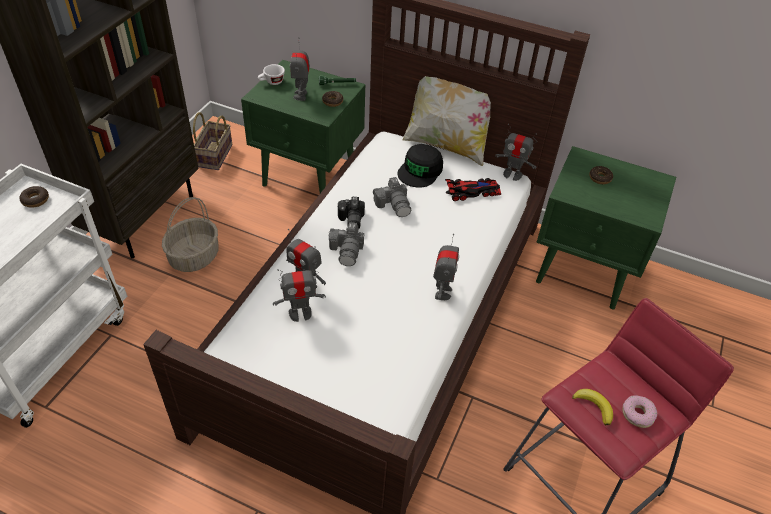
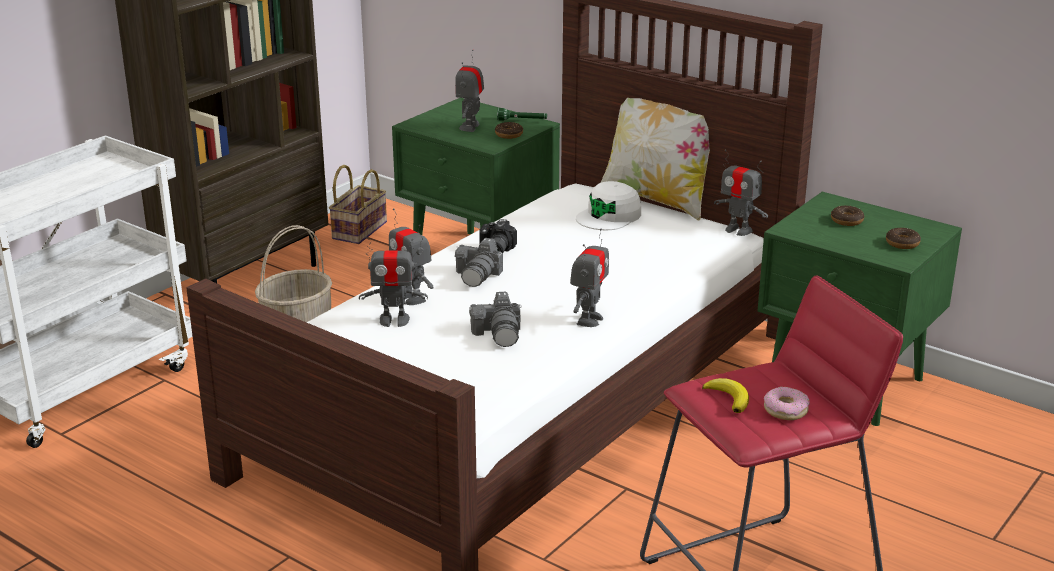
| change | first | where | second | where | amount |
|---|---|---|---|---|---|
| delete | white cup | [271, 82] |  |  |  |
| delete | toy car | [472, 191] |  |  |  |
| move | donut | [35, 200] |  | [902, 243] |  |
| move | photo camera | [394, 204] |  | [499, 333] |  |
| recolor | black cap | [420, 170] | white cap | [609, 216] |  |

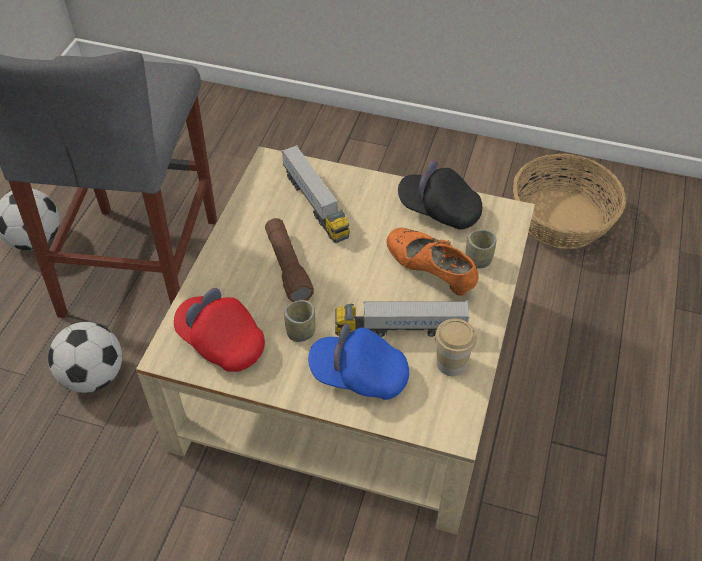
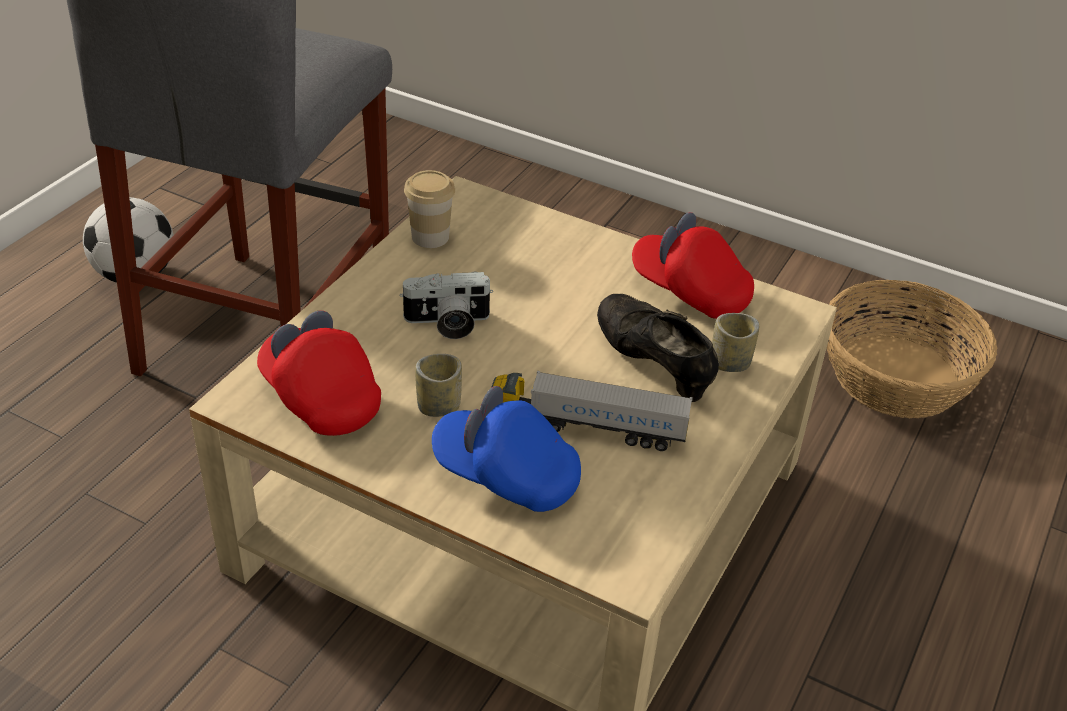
| change | first | where | second | where | amount |
|---|---|---|---|---|---|
| delete | football | [93, 376] |  |  |  |
| delete | toy truck | [315, 204] |  |  |  |
| move | cup | [451, 363] |  | [430, 237] |  |
| replace | brown flashlight | [288, 267] | photo camera | [447, 323] |  |
| recolor | orange shoe | [430, 273] | black shoe | [653, 366] |  |
| recolor | black cap | [438, 210] | red cap | [689, 291] |  |

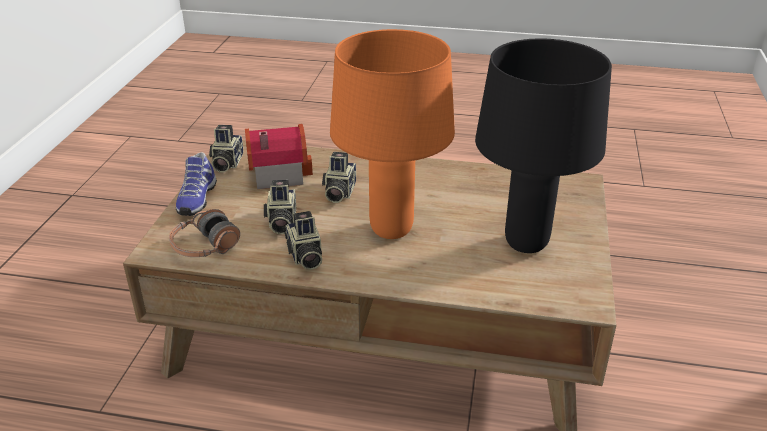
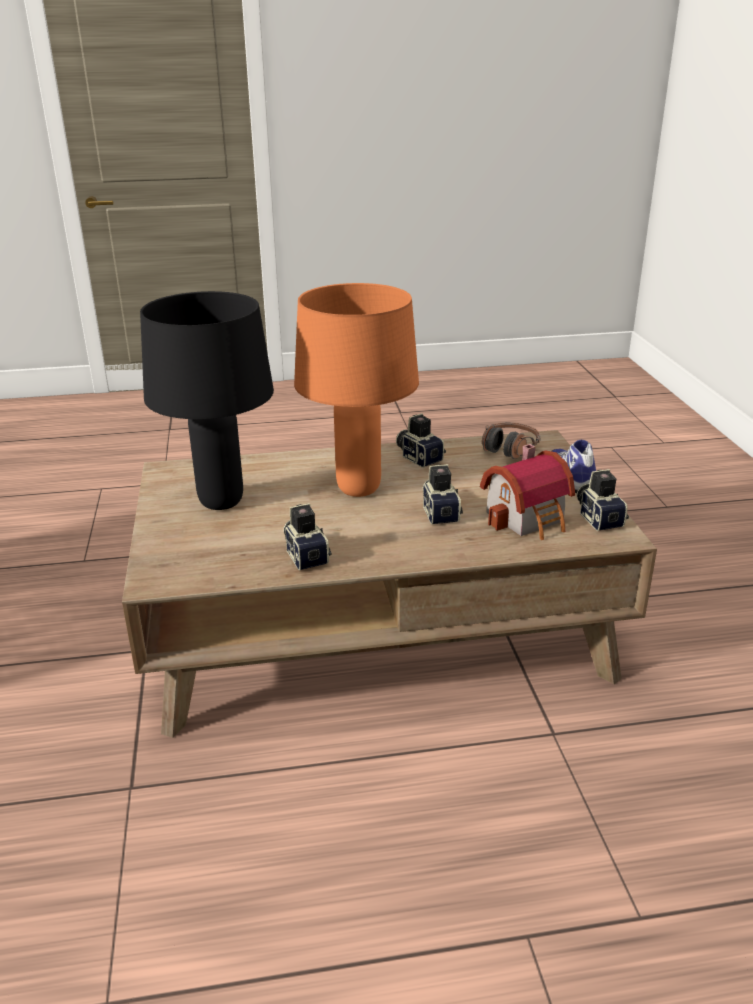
| change | first | where | second | where | amount |
|---|---|---|---|---|---|
| move | photo camera | [281, 222] |  | [306, 554] |  |

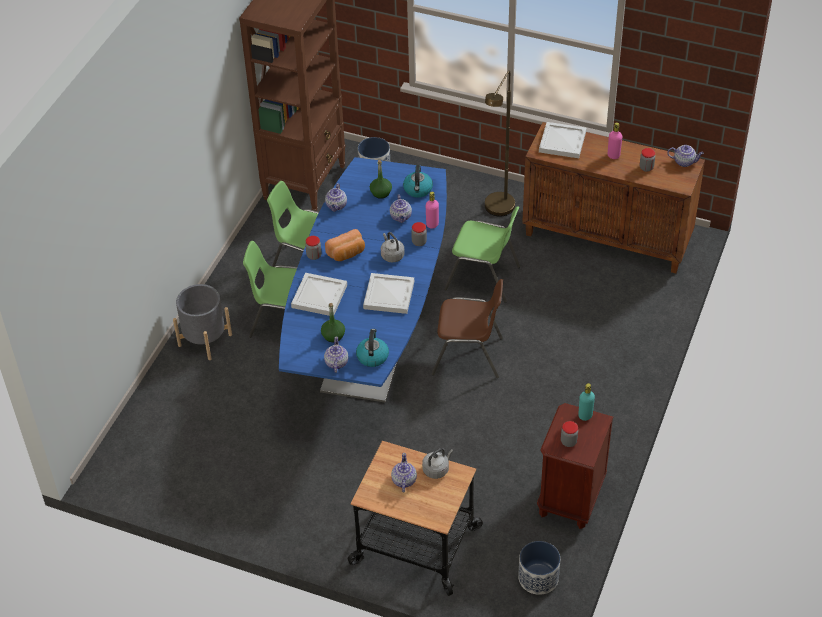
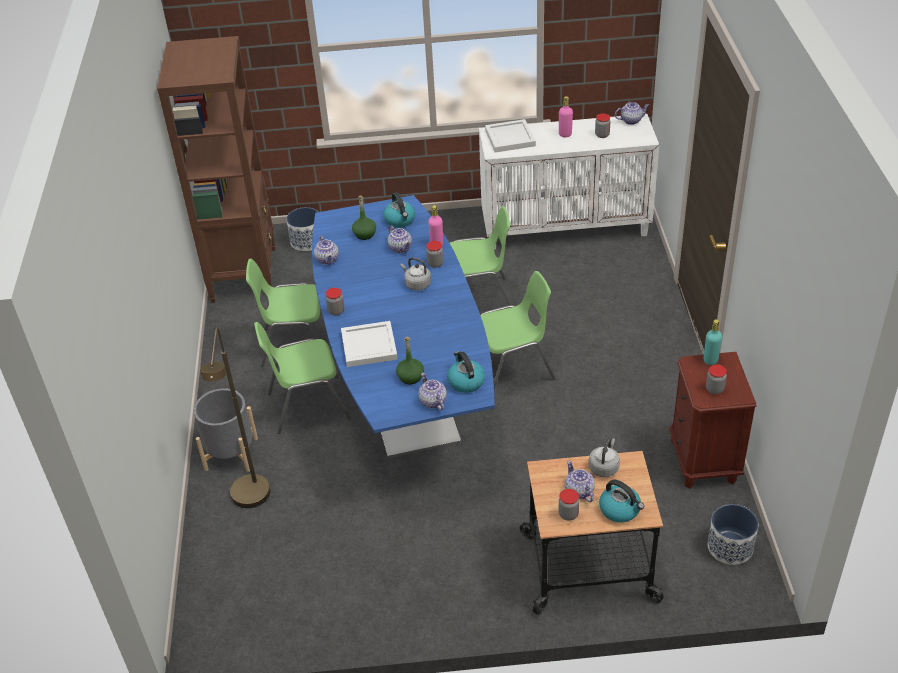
| change | first | where | second | where | amount |
|---|---|---|---|---|---|
| delete | bread | [347, 253] |  |  |  |
| delete | white tray | [388, 295] |  |  |  |
| insert |  |  | jar | [568, 514] |  |
| insert |  |  | kettle | [620, 510] |  |
| move | brown floor lamp | [497, 212] |  | [251, 501] |  |
| recolor | brown chair | [468, 356] | green chair | [512, 370] |  |
| recolor | brown cabinet | [608, 238] | white cabinet | [566, 227] |  |

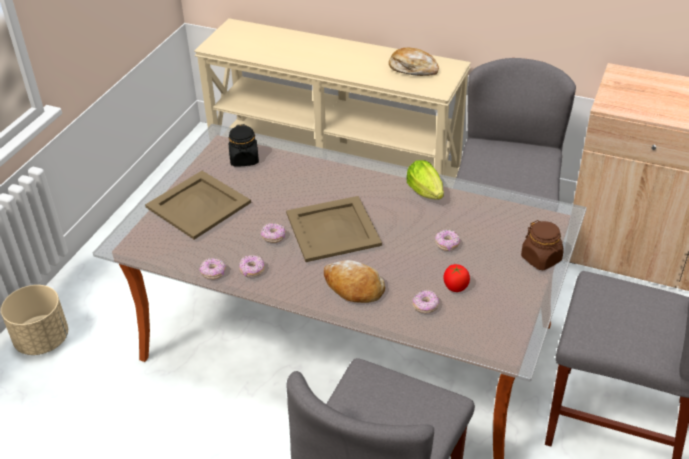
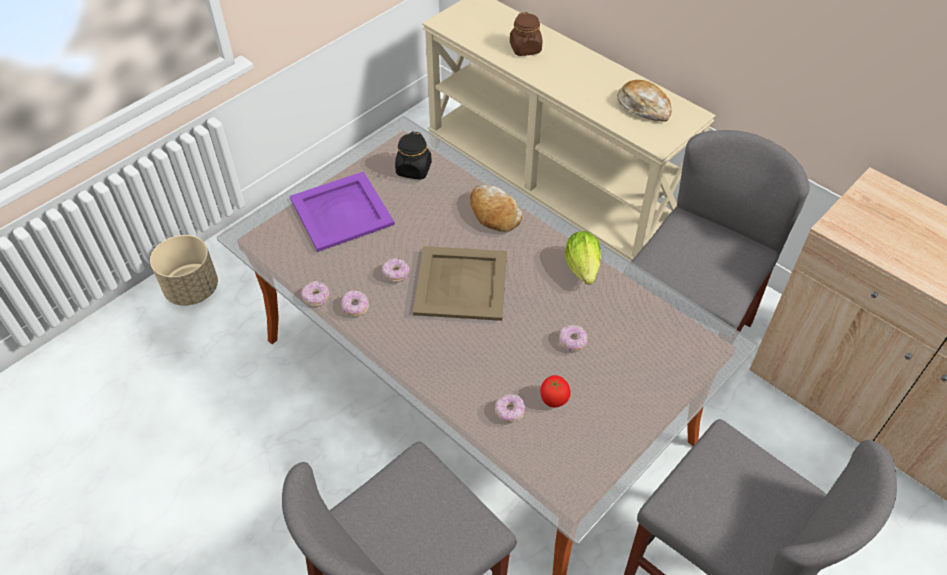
| change | first | where | second | where | amount |
|---|---|---|---|---|---|
| move | bread | [353, 288] |  | [494, 213] |  |
| move | brown jar | [541, 259] |  | [525, 48] |  |
| recolor | beige tray | [198, 205] | purple tray | [341, 212] |  |

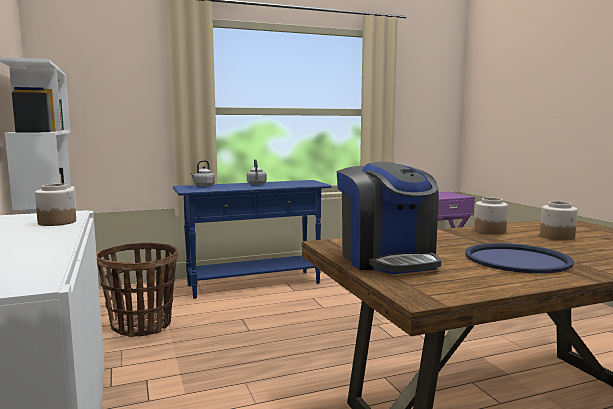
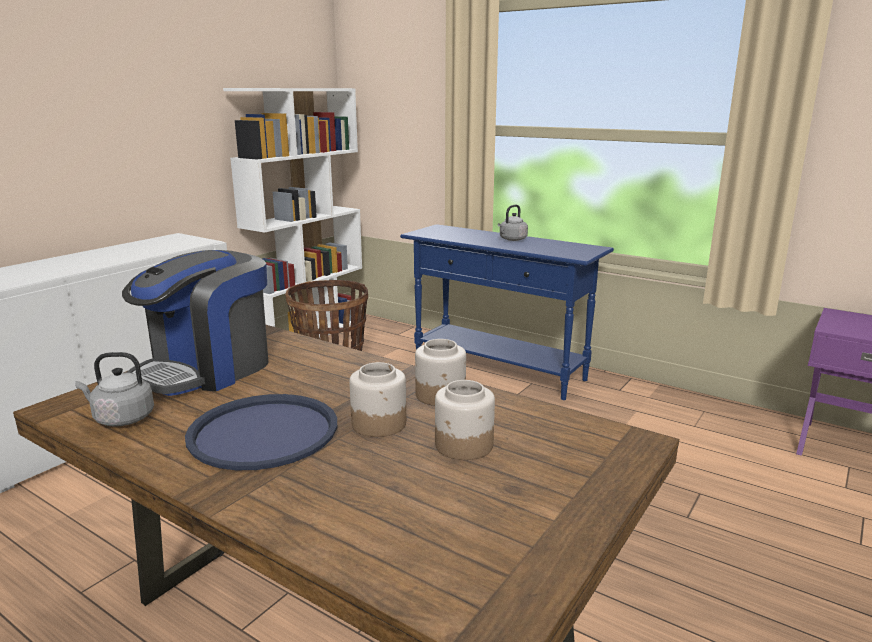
| change | first | where | second | where | amount |
|---|---|---|---|---|---|
| move | jar | [57, 222] |  | [379, 423] |  |
| move | grey kettle | [203, 186] |  | [121, 418] |  |

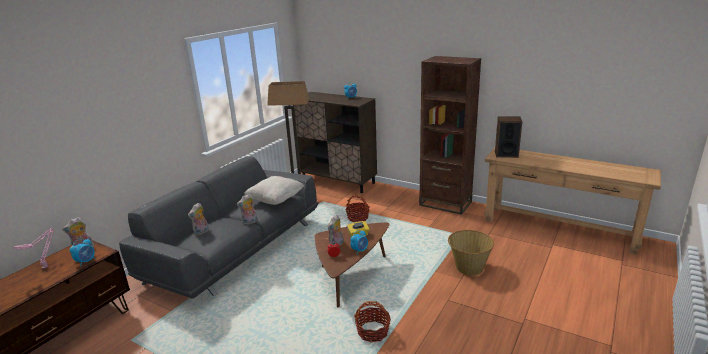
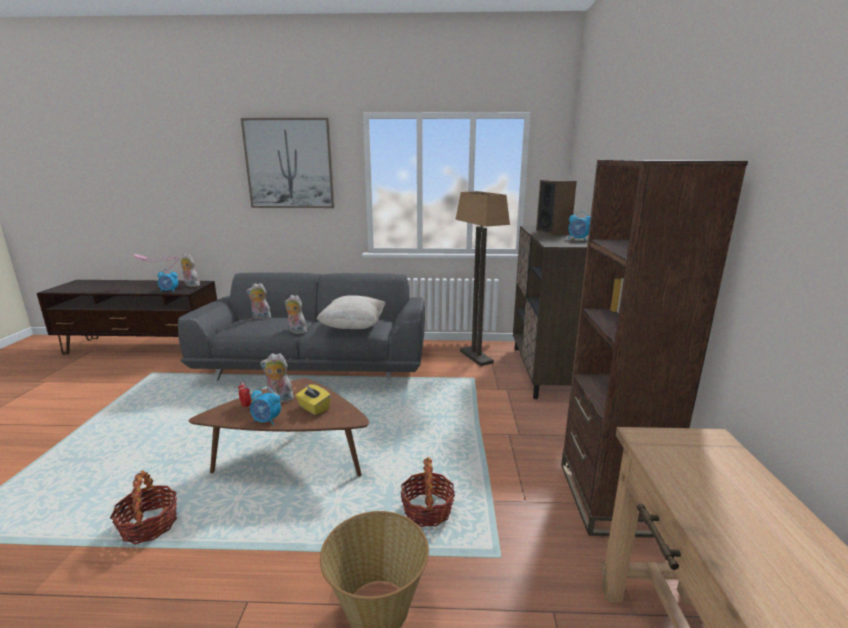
| change | first | where | second | where | amount |
|---|---|---|---|---|---|
| insert |  |  | picture | [289, 164] |  |
| move | basket | [358, 218] |  | [427, 510] |  |
| move | speaker | [506, 154] |  | [553, 232] |  |

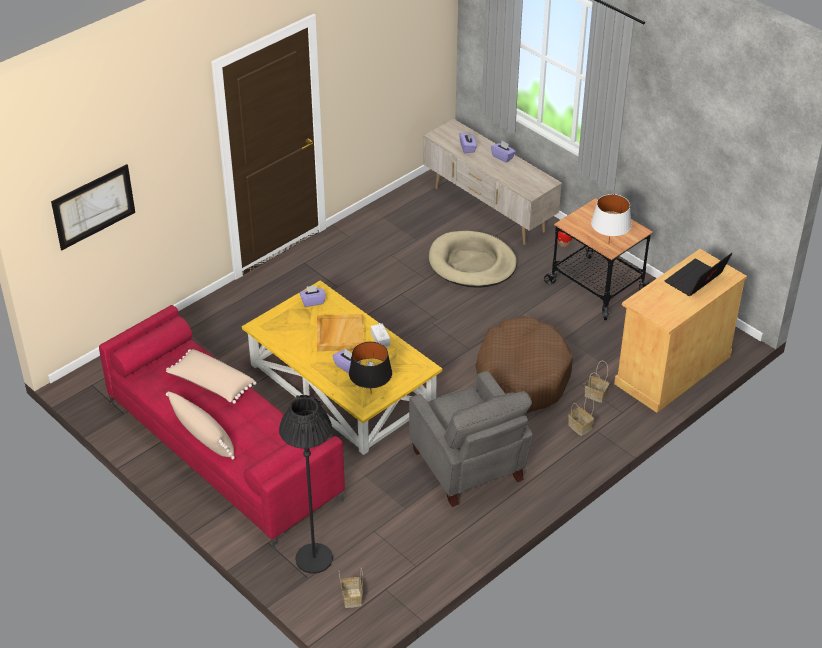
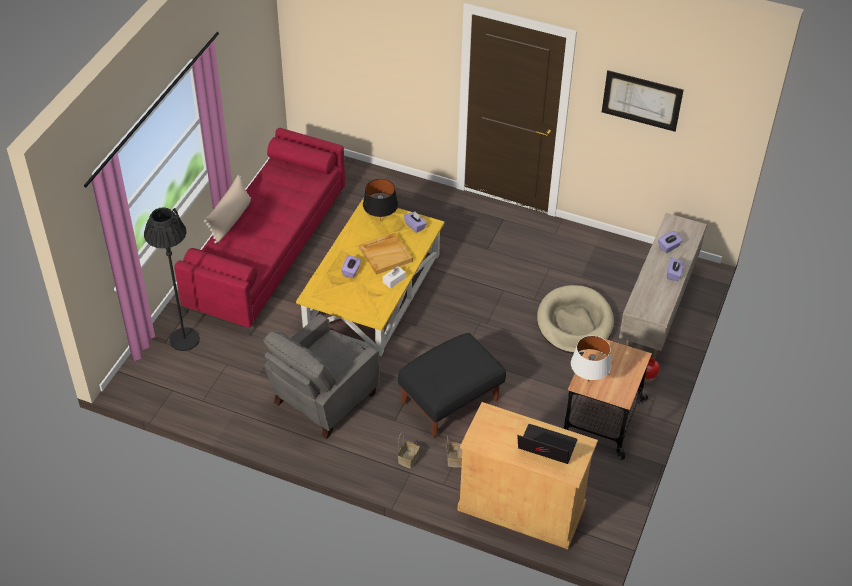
| change | first | where | second | where | amount |
|---|---|---|---|---|---|
| delete | beige pillow | [211, 384] |  |  |  |
| delete | basket | [351, 597] |  |  |  |
| move | picture | [93, 206] |  | [641, 100] |  |
| move | black table lamp | [370, 393] |  | [380, 221] |  |
| replace | brown dog bed | [522, 376] | black ottoman | [449, 401] |  |

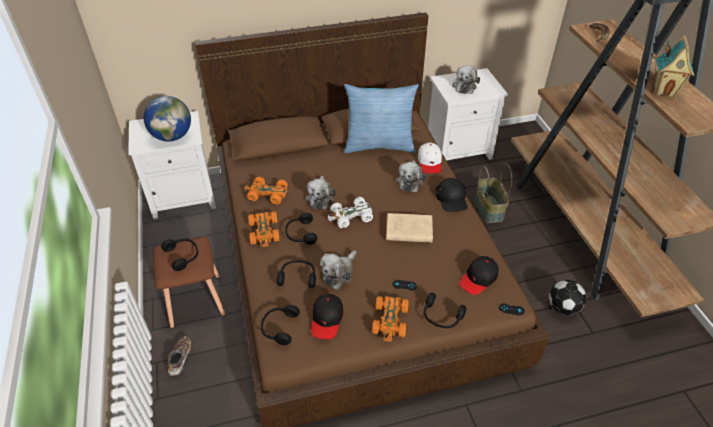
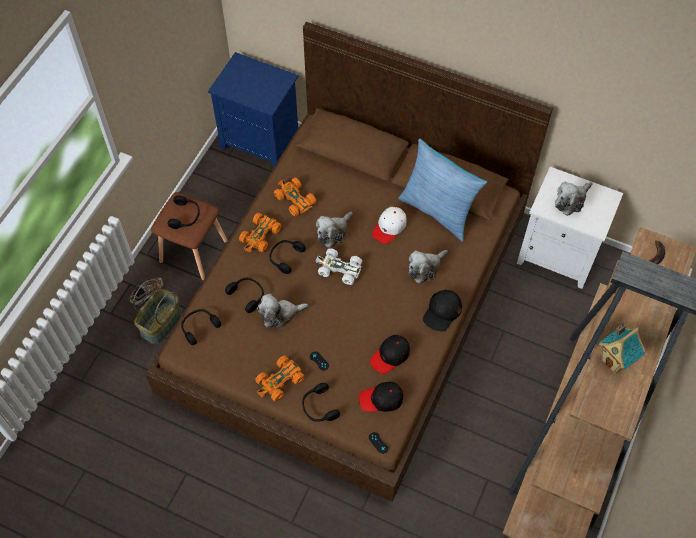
| change | first | where | second | where | amount |
|---|---|---|---|---|---|
| delete | globe | [172, 136] |  |  |  |
| delete | beige book | [407, 230] |  |  |  |
| delete | football | [563, 308] |  |  |  |
| move | black cap | [327, 319] |  | [390, 356] |  |
| move | white cap | [430, 162] |  | [389, 227] |  |
| move | basket | [489, 209] |  | [161, 324] |  |
| recolor | white nightstand | [184, 197] | blue nightstand | [262, 141] |  |

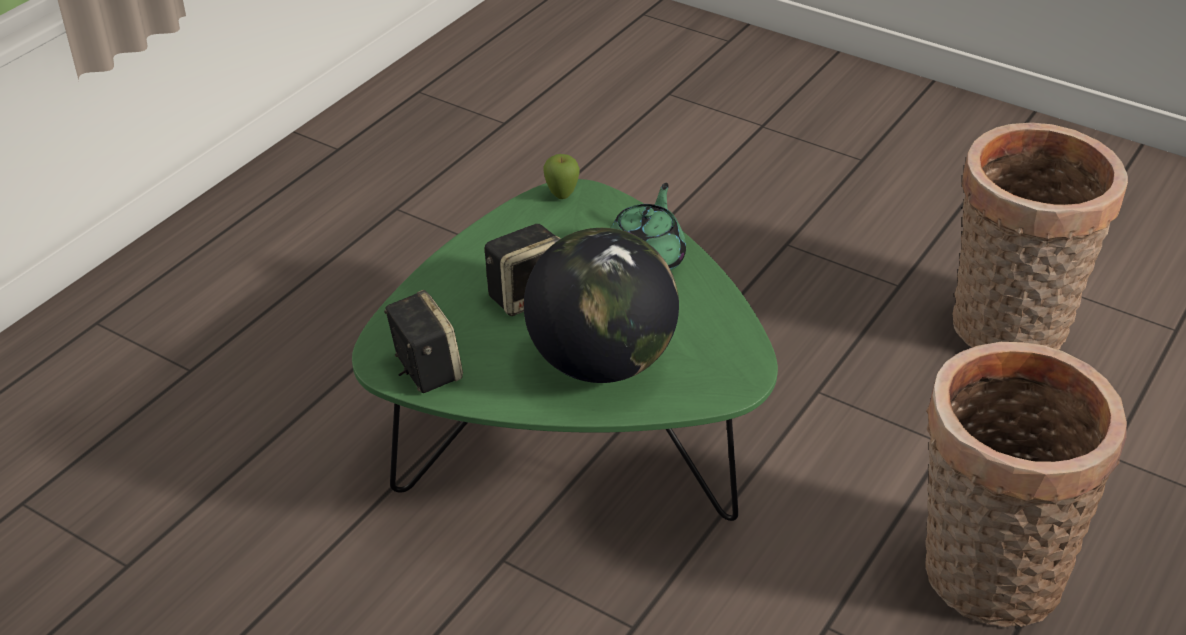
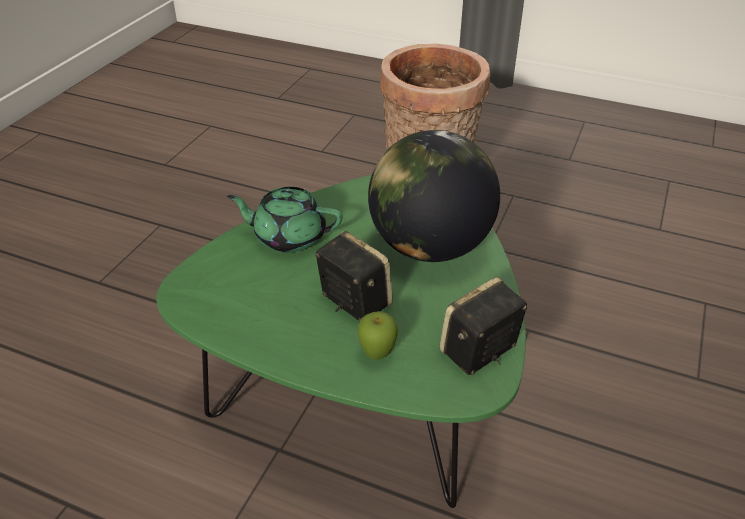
| change | first | where | second | where | amount |
|---|---|---|---|---|---|
| delete | basket | [1007, 331] |  |  |  |
| move | apple | [562, 196] |  | [377, 355] |  |

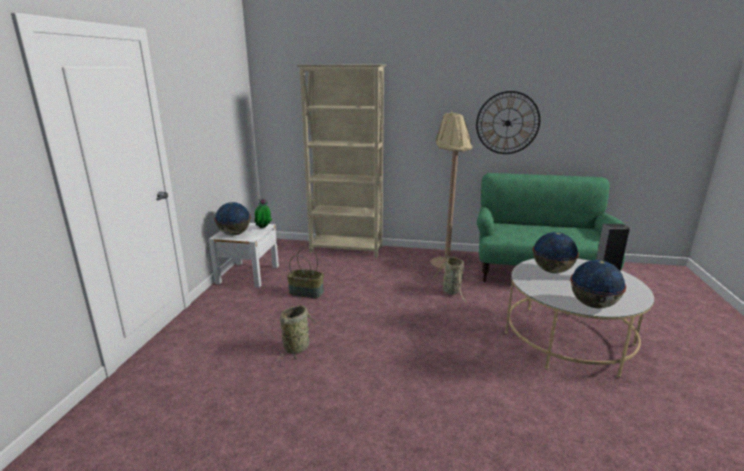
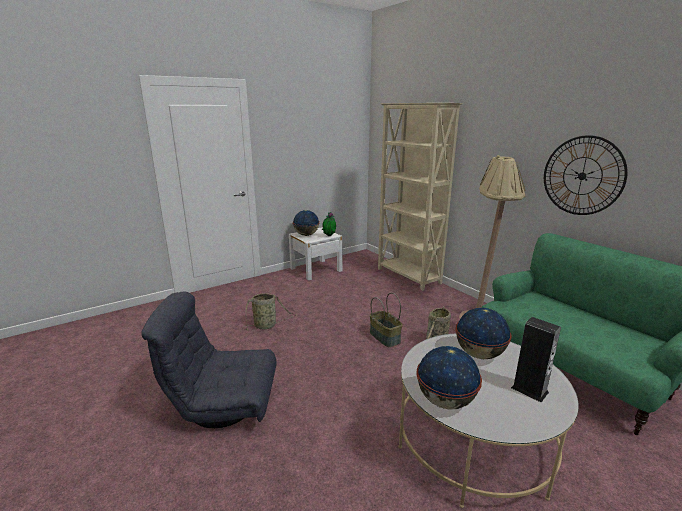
| change | first | where | second | where | amount |
|---|---|---|---|---|---|
| insert |  |  | grey armchair | [224, 404] |  |
| move | basket | [307, 292] |  | [385, 337] |  |

